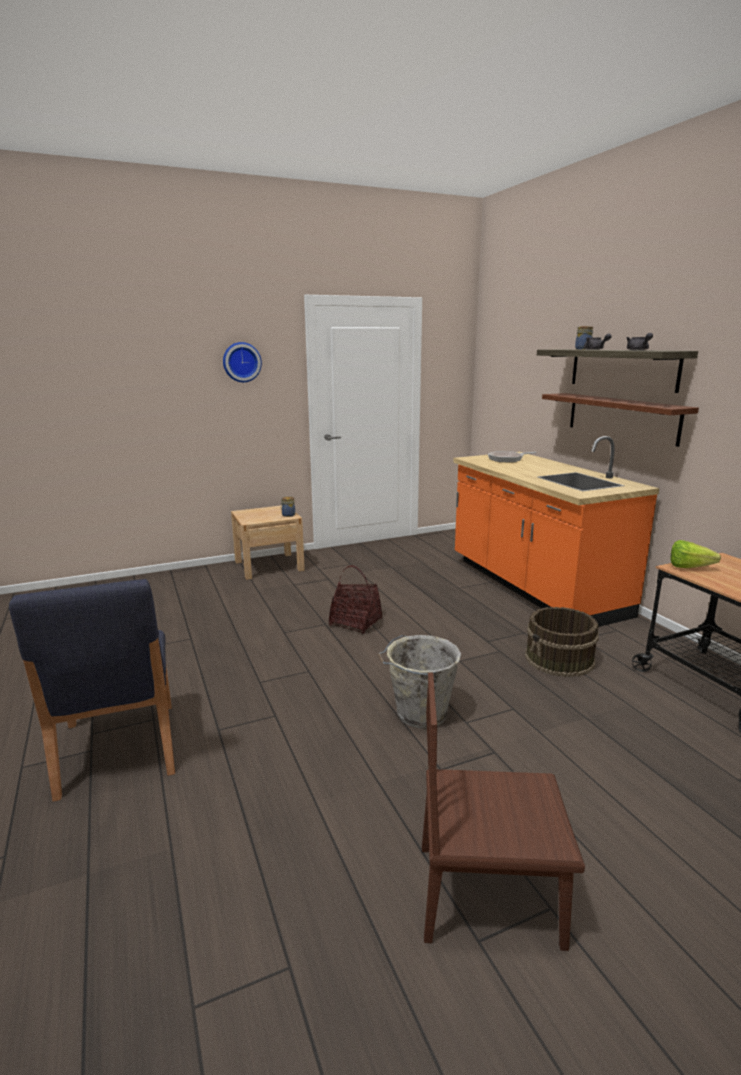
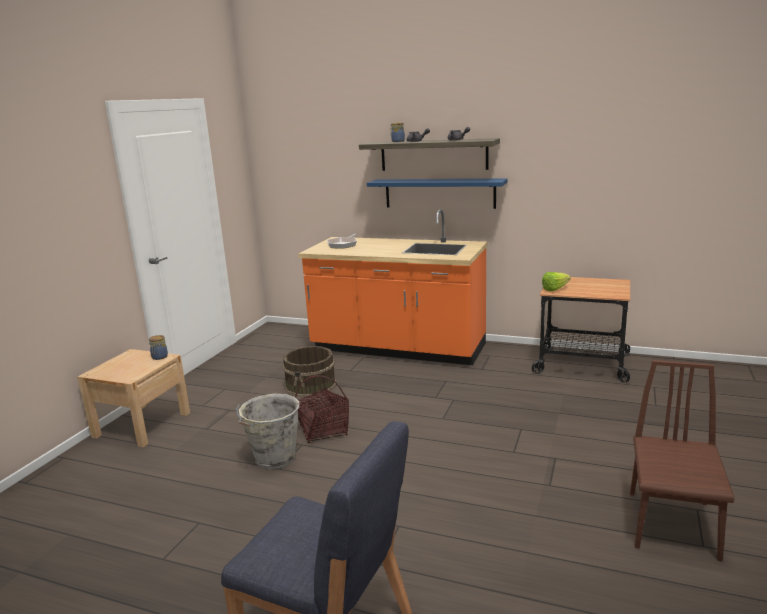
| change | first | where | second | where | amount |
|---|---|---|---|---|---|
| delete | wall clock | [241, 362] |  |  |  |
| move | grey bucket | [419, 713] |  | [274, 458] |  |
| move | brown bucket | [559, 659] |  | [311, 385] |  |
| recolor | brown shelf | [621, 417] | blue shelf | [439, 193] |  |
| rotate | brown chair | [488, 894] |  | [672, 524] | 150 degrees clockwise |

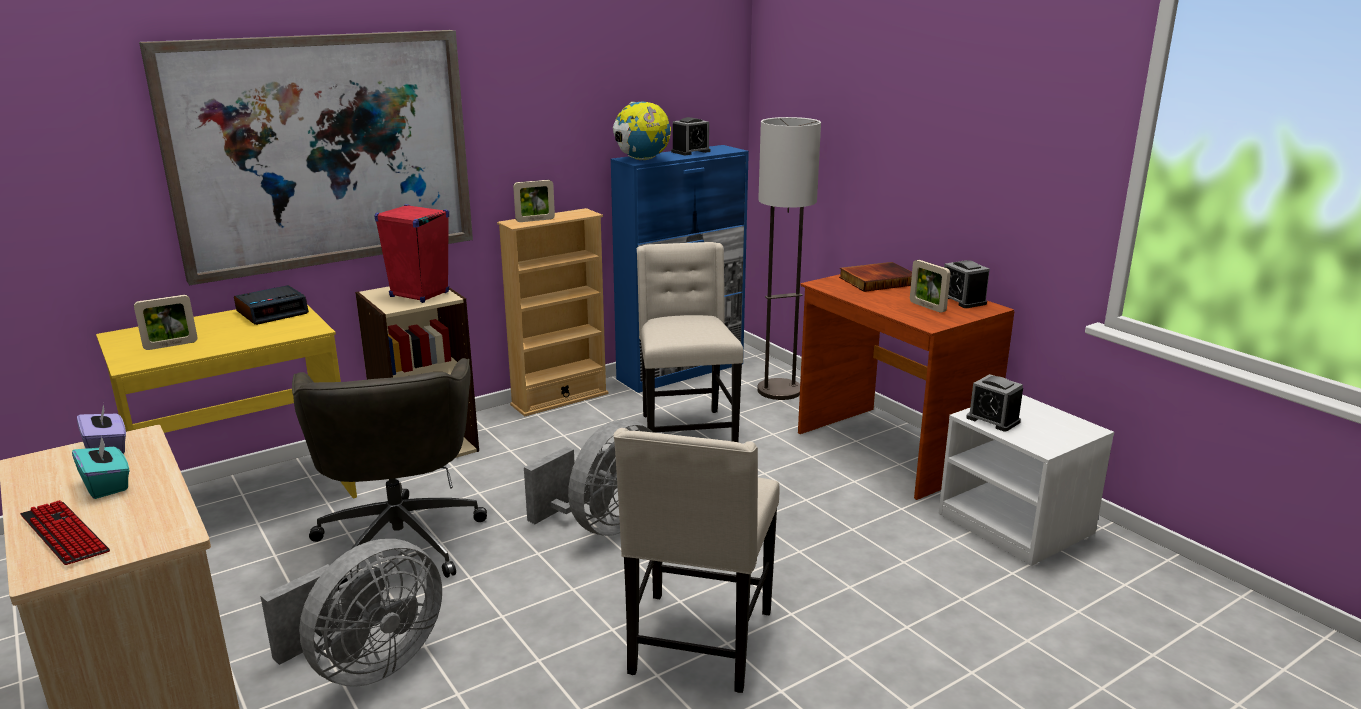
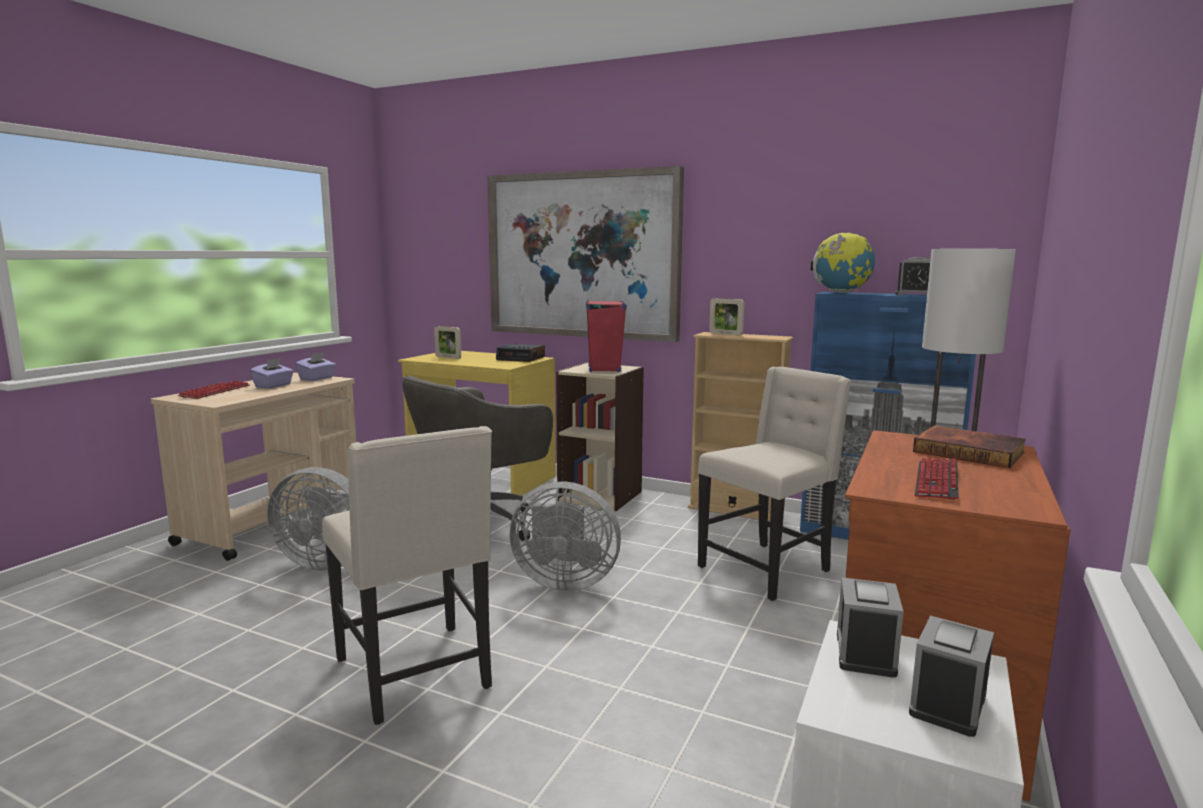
| change | first | where | second | where | amount |
|---|---|---|---|---|---|
| move | alarm clock | [963, 300] |  | [948, 704] |  |
| replace | picture frame | [927, 307] | keyboard | [937, 481] |  |
| recolor | turquoise tissue box | [106, 485] | purple tissue box | [273, 386] |  |
| rotate | beige chair | [698, 644] |  | [416, 674] | 105 degrees counterclockwise |

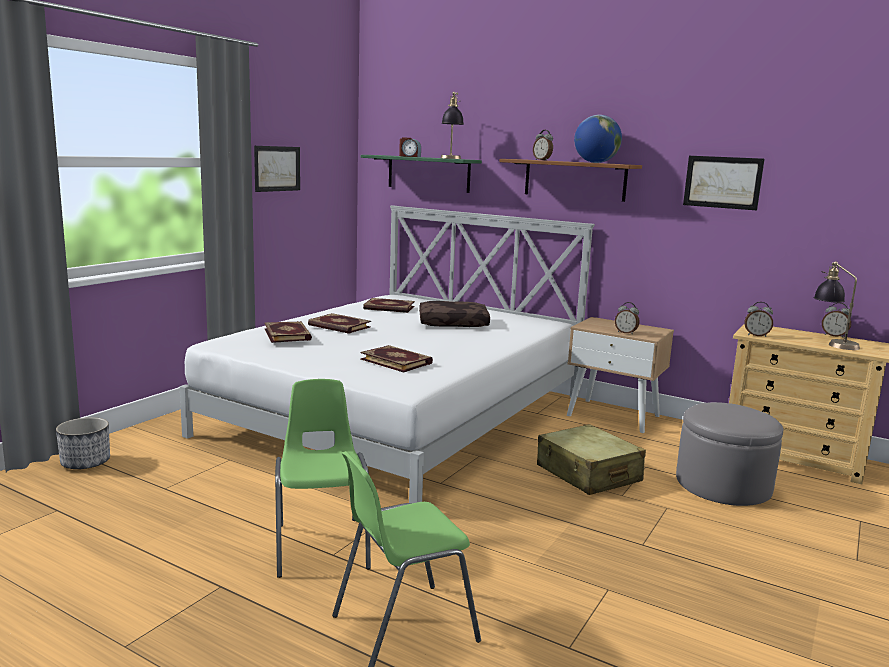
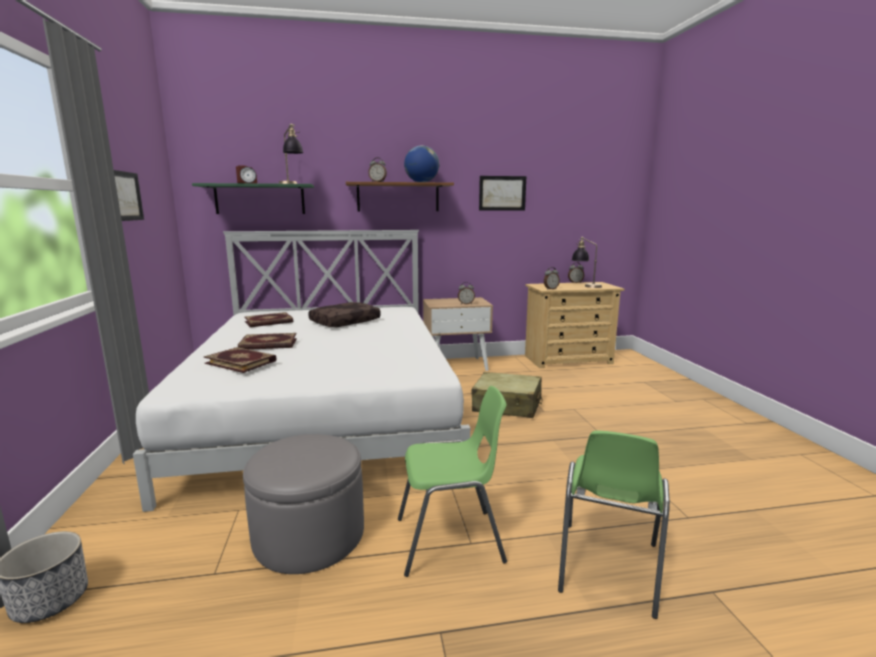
| change | first | where | second | where | amount |
|---|---|---|---|---|---|
| delete | book | [397, 361] |  |  |  |
| move | grey ottoman | [723, 485] |  | [309, 535] |  |
| rotate | green chair | [321, 545] |  | [450, 541] | 135 degrees clockwise |

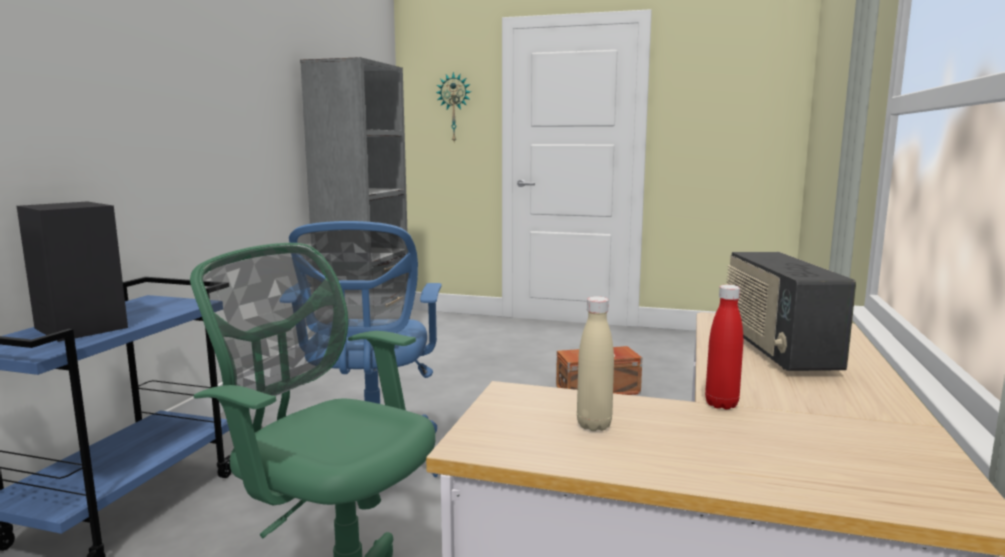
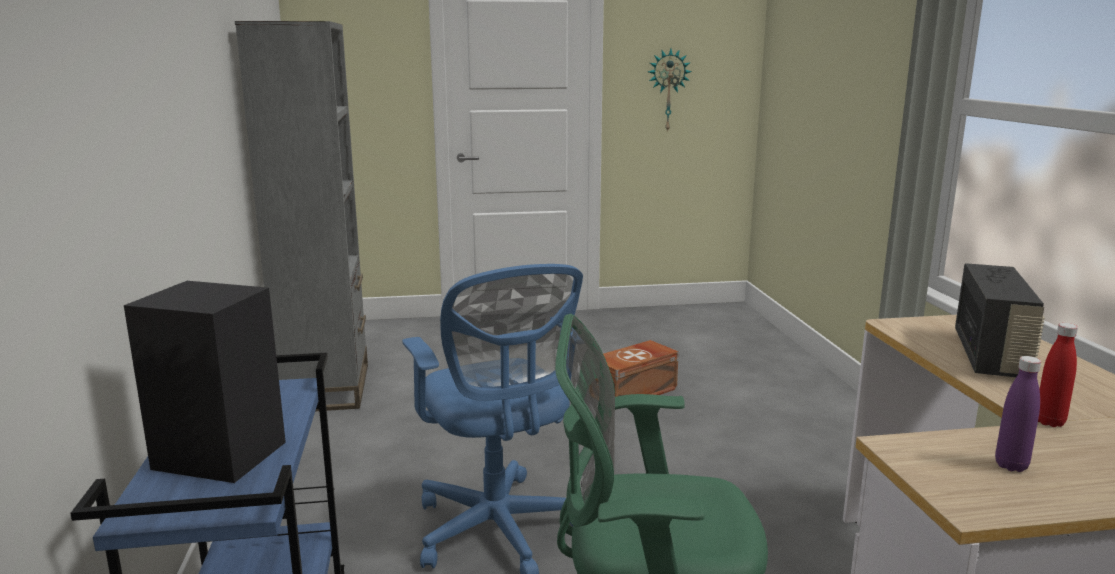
| change | first | where | second | where | amount |
|---|---|---|---|---|---|
| move | wall clock | [454, 108] |  | [668, 90] |  |
| recolor | beige bottle | [594, 425] | purple bottle | [1011, 466] |  |
| rotate | radio | [776, 350] |  | [990, 356] | 135 degrees counterclockwise |

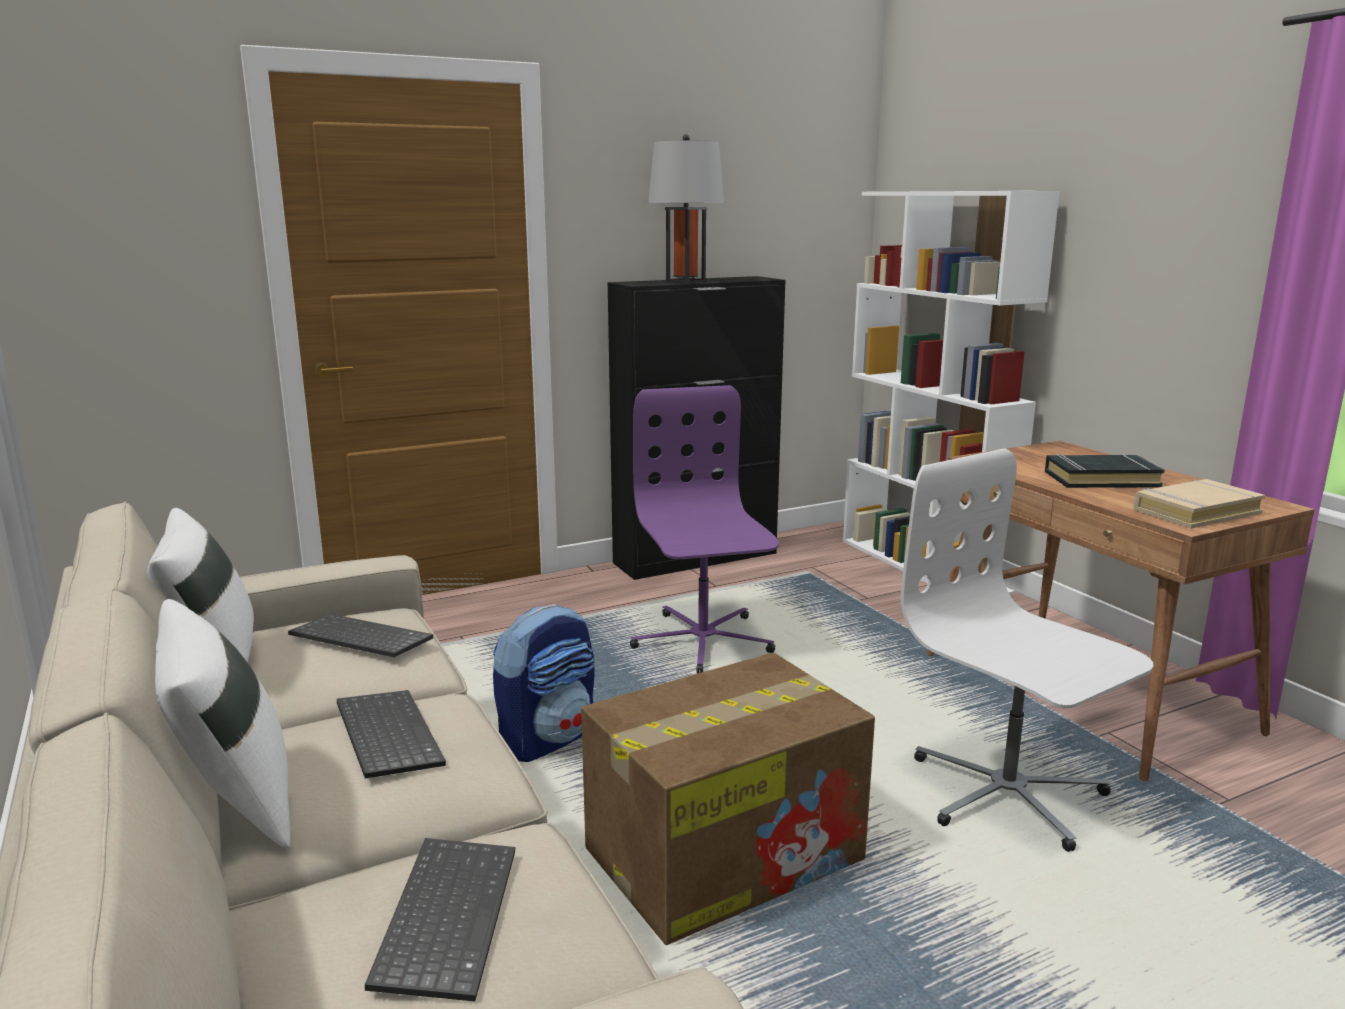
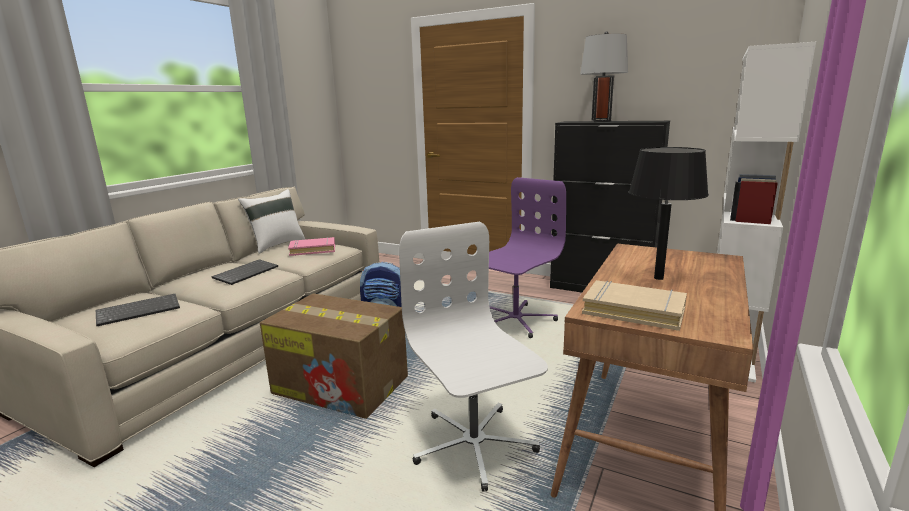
| change | first | where | second | where | amount |
|---|---|---|---|---|---|
| delete | white pillow | [234, 803] |  |  |  |
| replace | keyboard | [358, 640] | pink book | [313, 250] |  |
| replace | black book | [1101, 479] | black table lamp | [658, 278] |  |
| rotate | white office chair | [1007, 793] |  | [473, 445] | 45 degrees counterclockwise |

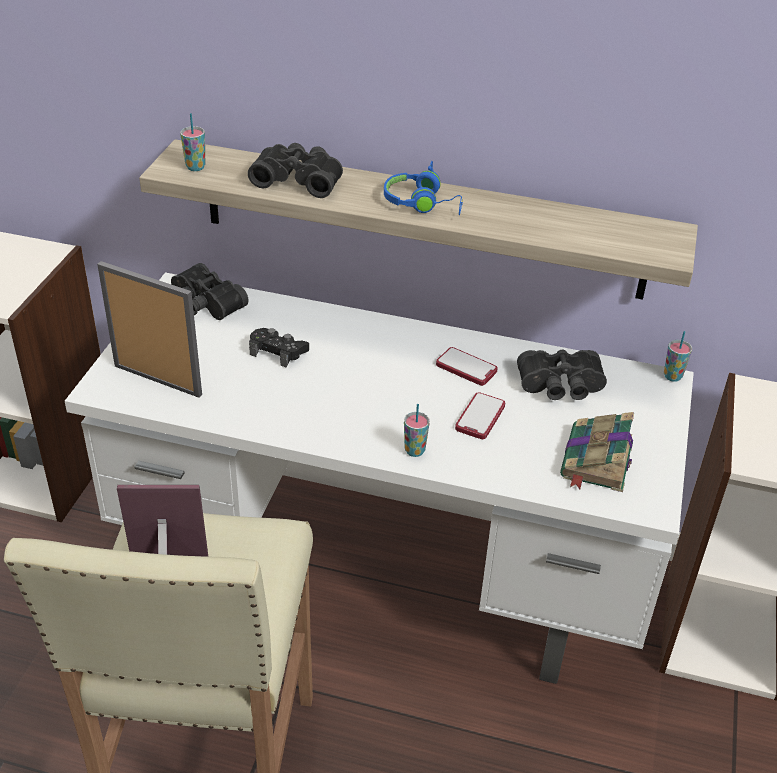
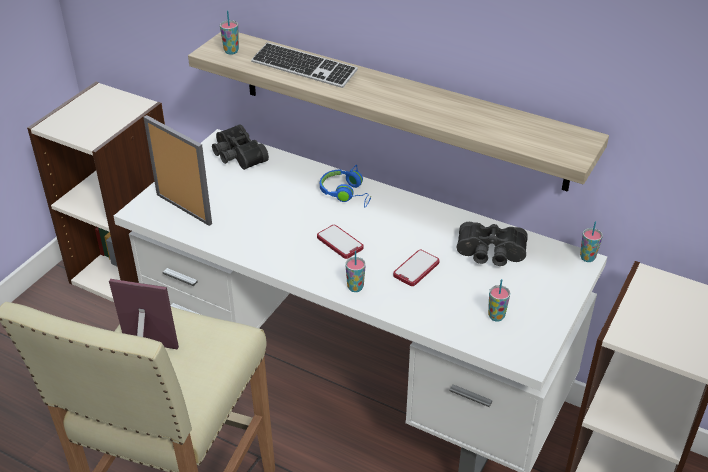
| change | first | where | second | where | amount |
|---|---|---|---|---|---|
| delete | black game controller | [278, 351] |  |  |  |
| move | blue headphones | [423, 203] |  | [347, 194] |  |
| move | phone | [466, 368] |  | [340, 243] |  |
| replace | black binoculars | [298, 179] | keyboard | [304, 68] |  |
| replace | book | [596, 462] | cup | [496, 316] |  |

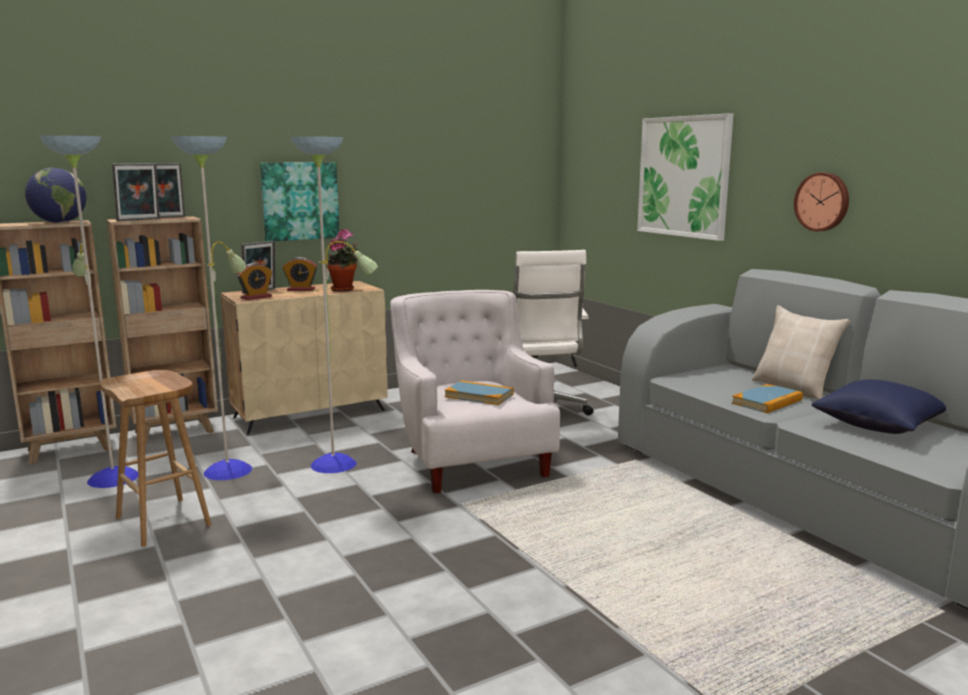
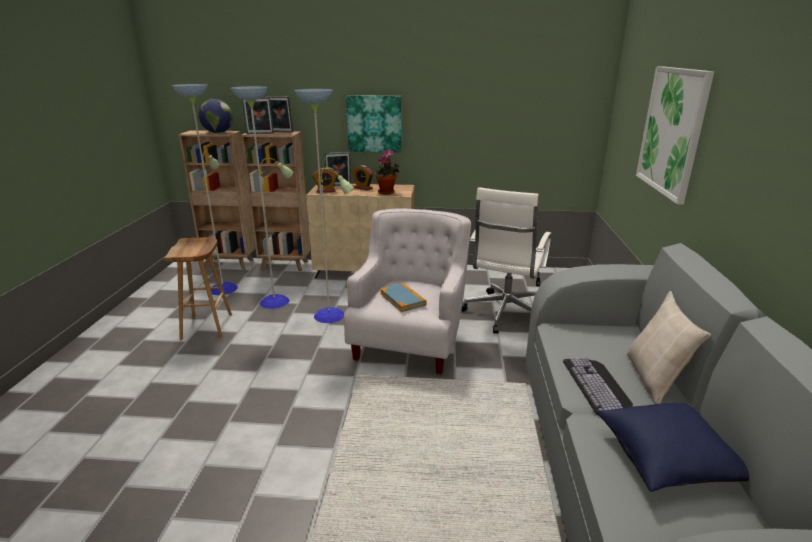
| change | first | where | second | where | amount |
|---|---|---|---|---|---|
| delete | wall clock | [823, 202] |  |  |  |
| replace | book | [767, 402] | keyboard | [598, 385] |  |

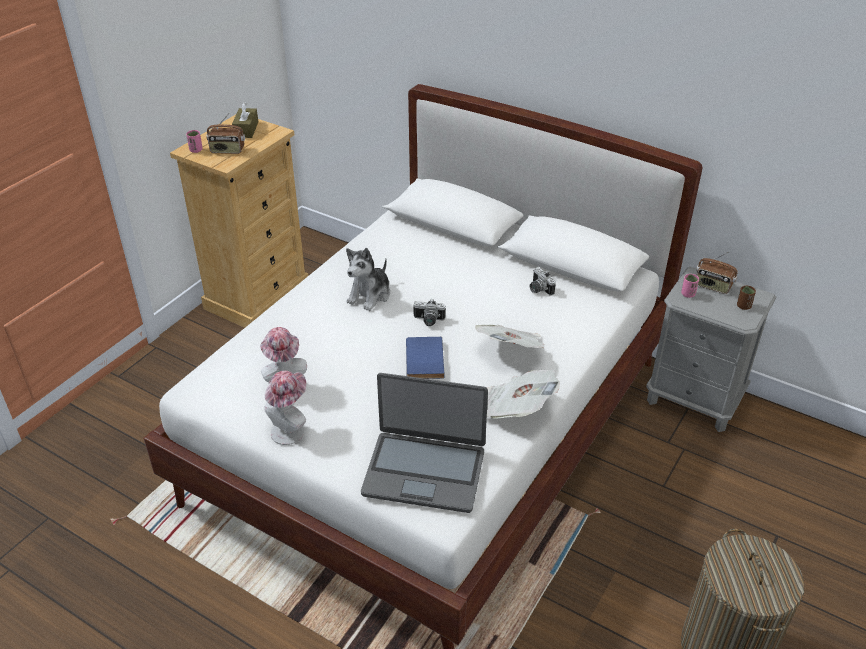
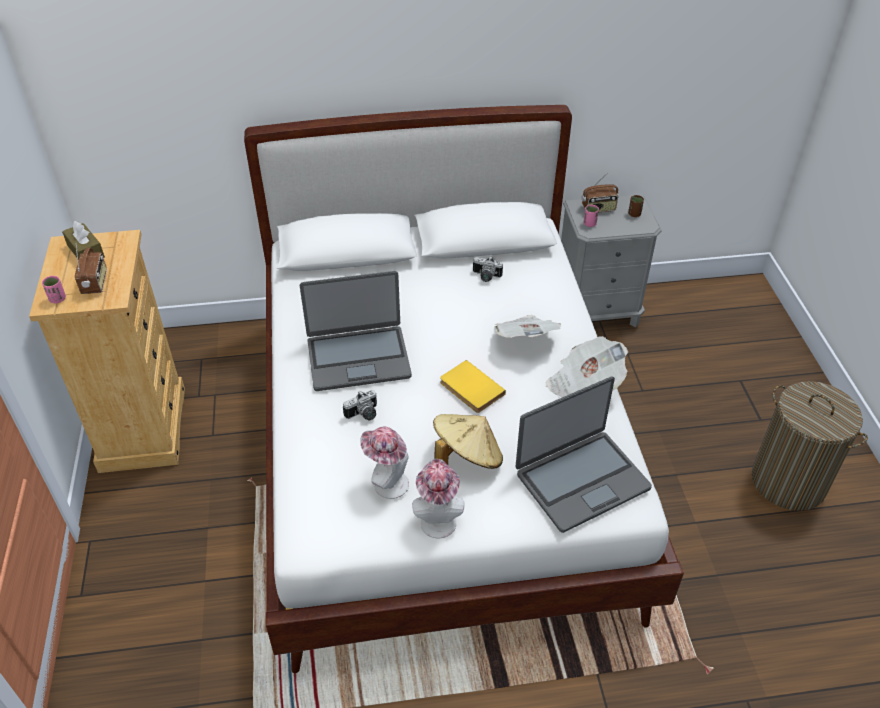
| change | first | where | second | where | amount |
|---|---|---|---|---|---|
| insert |  |  | beige hat | [467, 456] |  |
| move | photo camera | [428, 321] |  | [364, 415] |  |
| replace | plush toy | [370, 295] | laptop | [358, 358] |  |
| recolor | blue book | [422, 360] | yellow book | [470, 389] |  |
| rotate | radio | [227, 150] |  | [95, 283] | 60 degrees counterclockwise |

